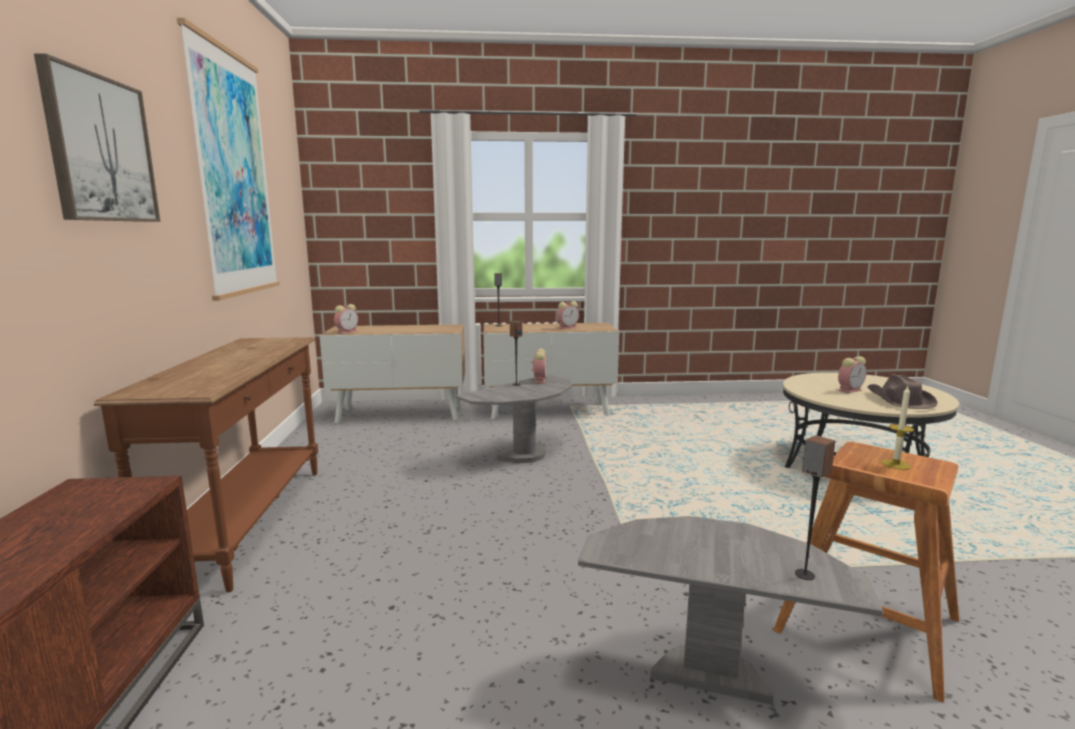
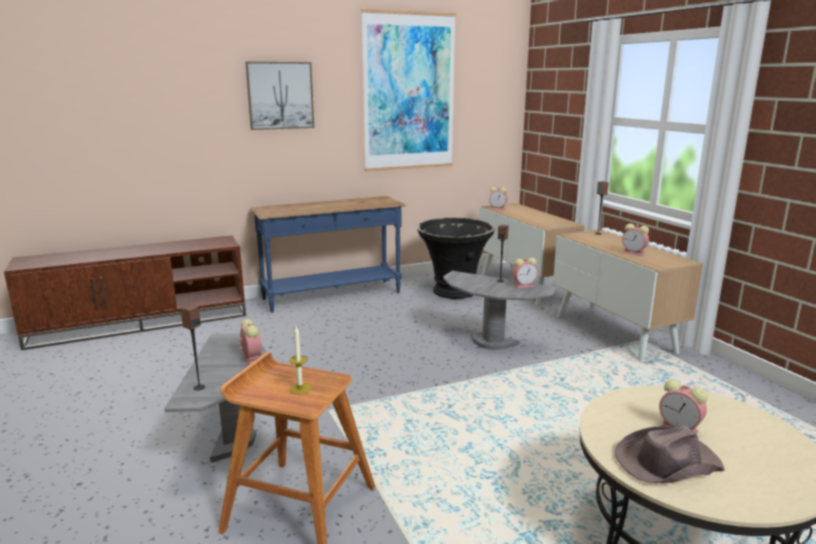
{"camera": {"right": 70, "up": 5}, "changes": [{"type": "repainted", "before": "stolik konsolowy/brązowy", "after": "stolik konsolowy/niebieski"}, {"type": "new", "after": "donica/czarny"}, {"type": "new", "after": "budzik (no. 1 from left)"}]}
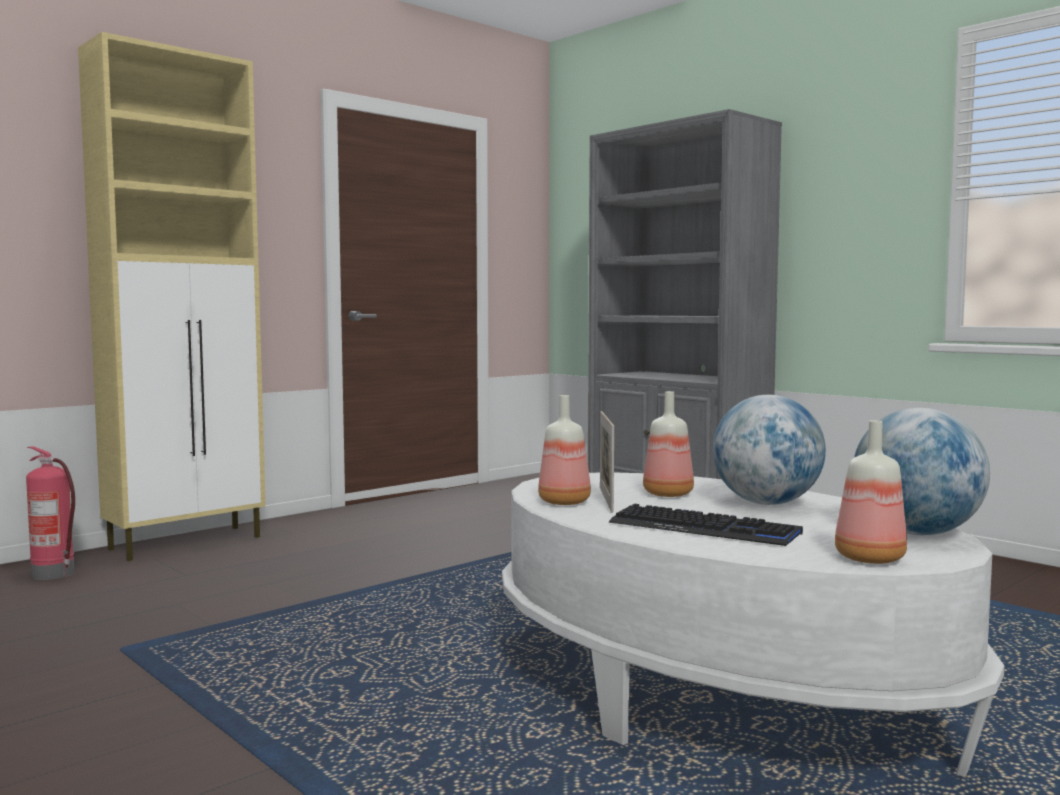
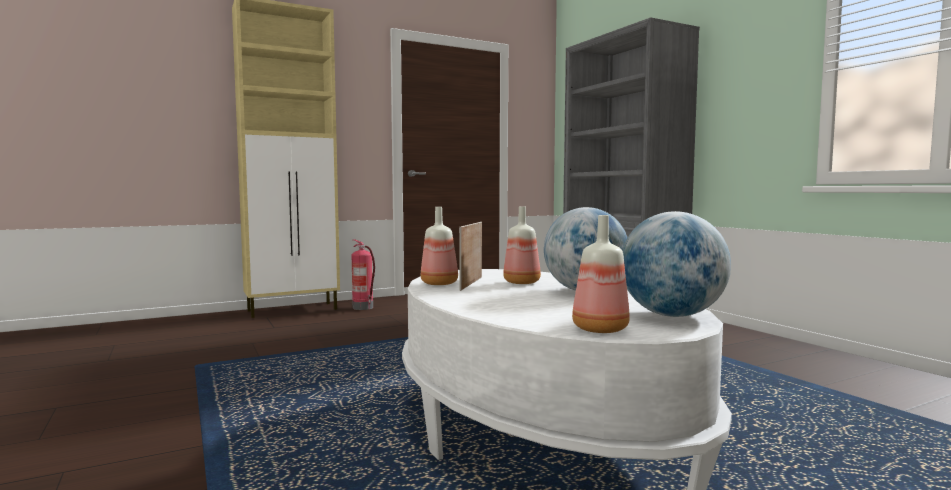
{"camera": {"right": 15, "up": 0}, "changes": [{"type": "shifted", "before": "gaśnica"}, {"type": "gone", "before": "klawiatura"}]}
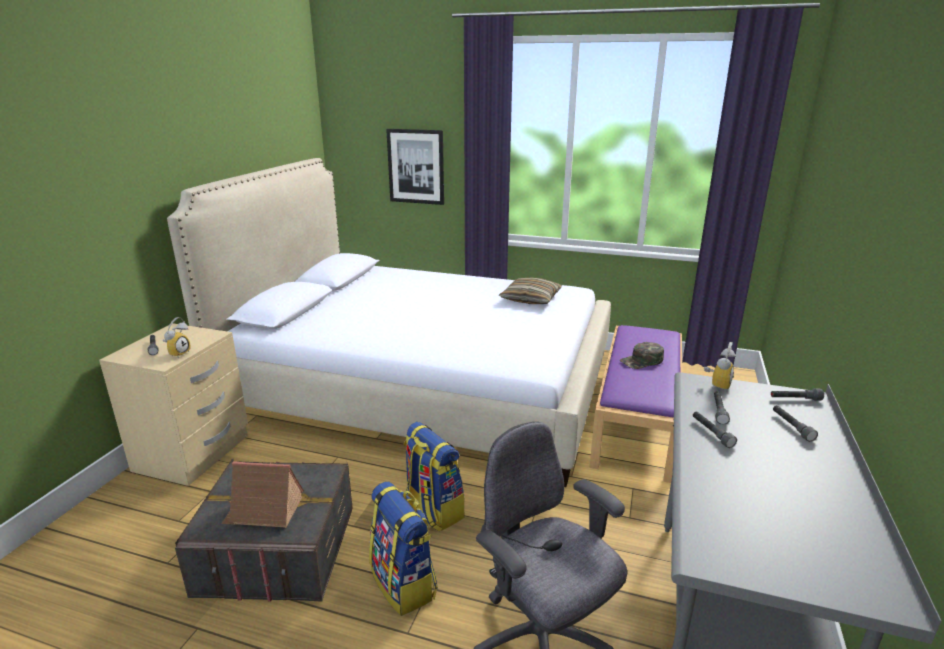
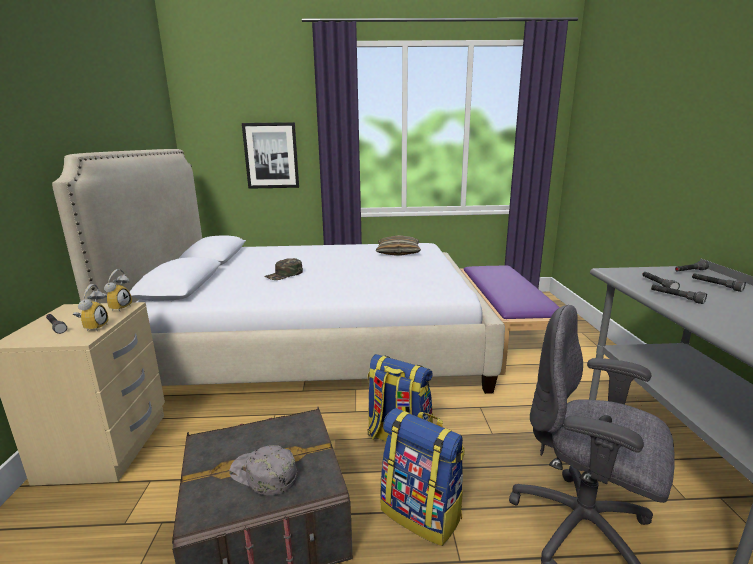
{"camera": {"right": -20, "up": -5}, "changes": [{"type": "shifted", "before": "czapka z daszkiem/zielony"}, {"type": "shifted", "before": "budzik (no. 2 from left)"}, {"type": "swapped", "before": "domek", "after": "czapka z daszkiem/szary"}]}
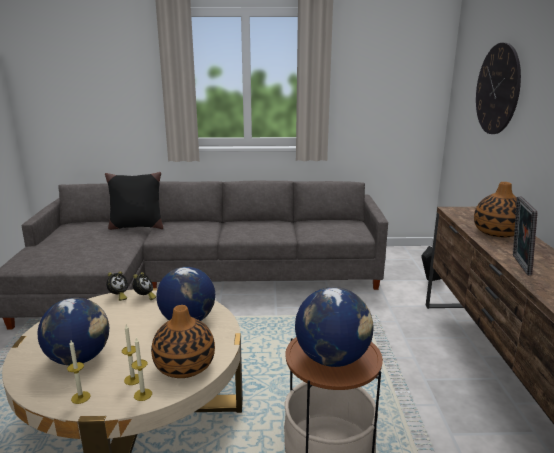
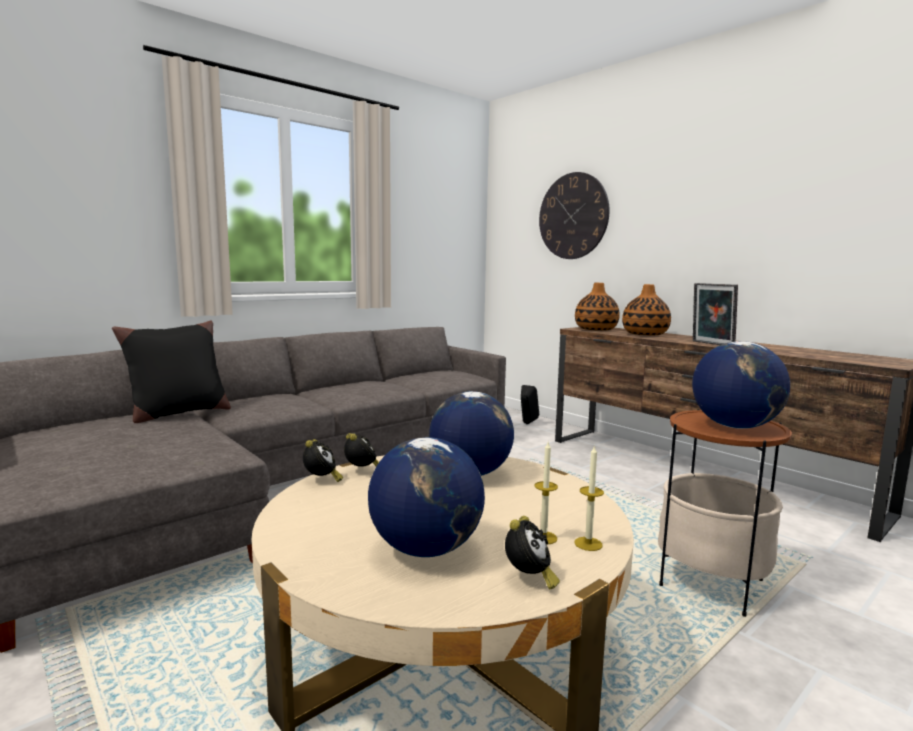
{"camera": {"right": -40, "up": -10}, "changes": [{"type": "shifted", "before": "wazon (no. 1 from left)"}, {"type": "swapped", "before": "świeca (no. 1 from left)", "after": "budzik (no. 3 from left)"}]}
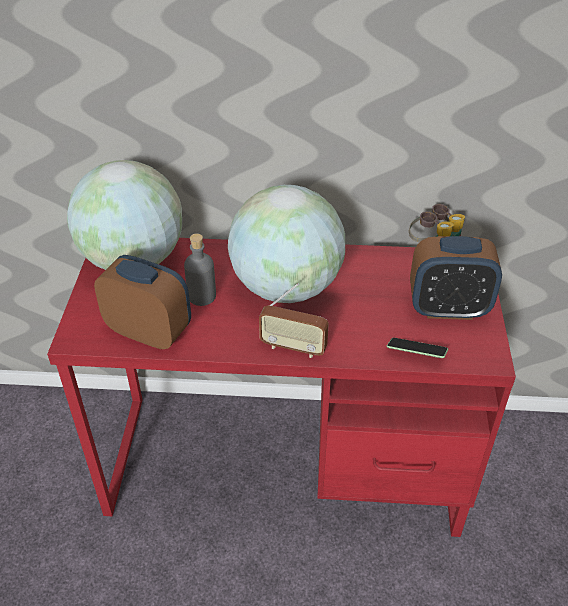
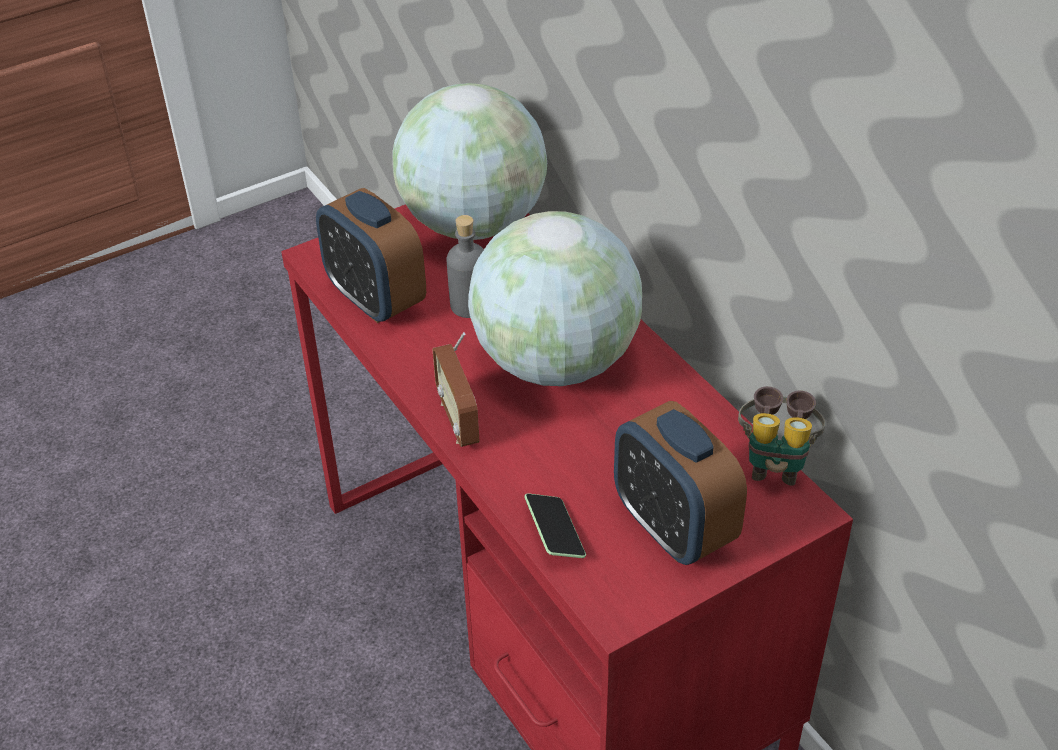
{"camera": {"right": 55, "up": 0}, "changes": [{"type": "rotated", "before": "budzik (no. 1 from left)", "turn": 150}]}
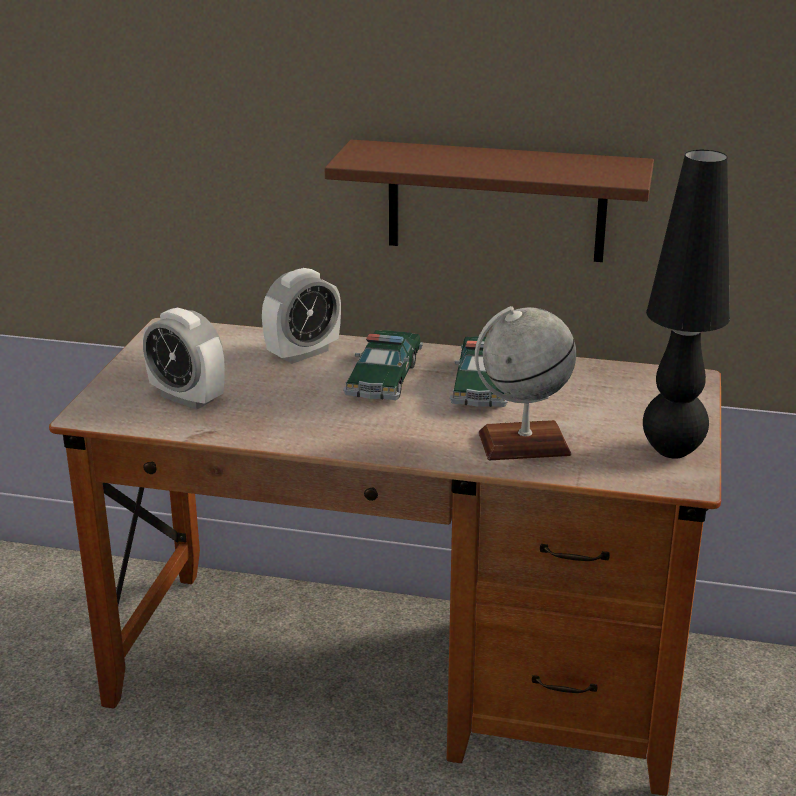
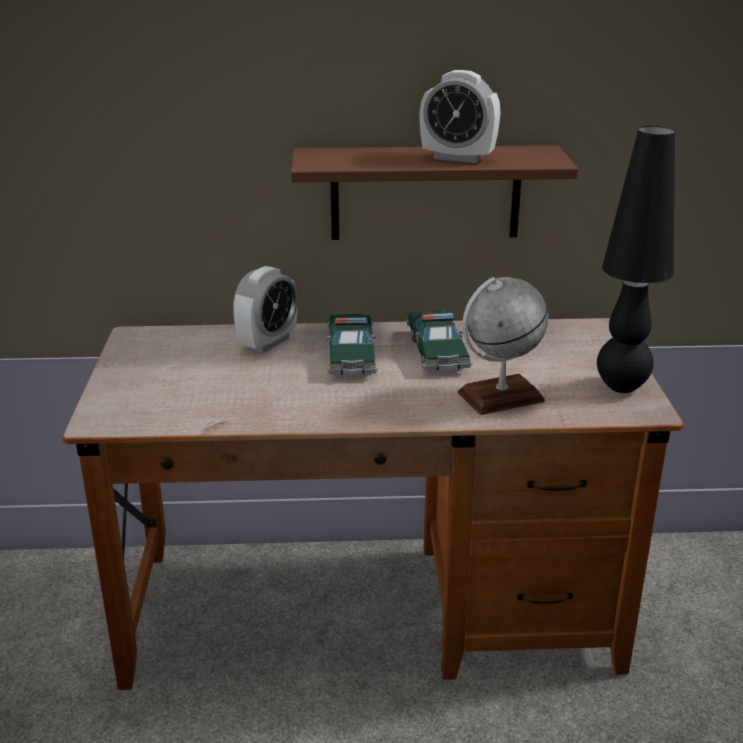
{"camera": {"right": -15, "up": 0}, "changes": [{"type": "shifted", "before": "budzik (no. 1 from left in the first image)", "after": "budzik (no. 2 from left)"}]}
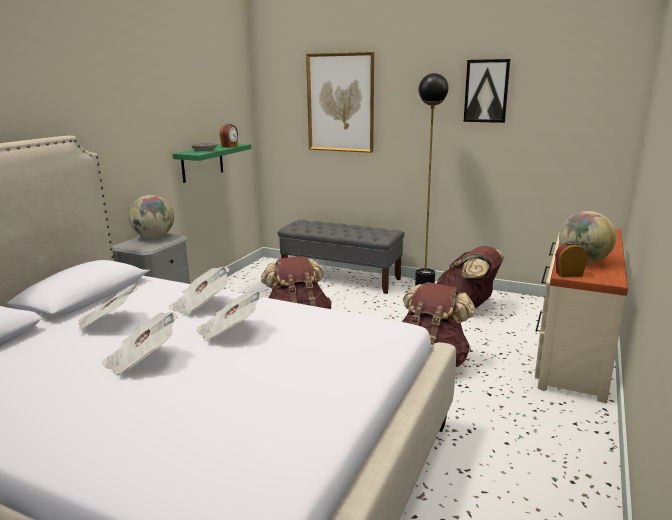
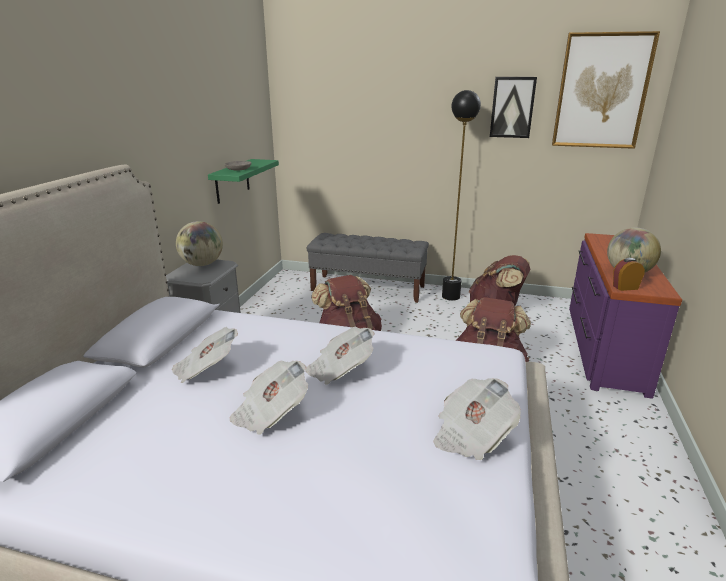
{"camera": {"right": -10, "up": 5}, "changes": [{"type": "shifted", "before": "obraz (no. 1 from left in the first image)", "after": "obraz (no. 2 from left)"}, {"type": "gone", "before": "budzik (no. 1 from left)"}, {"type": "repainted", "before": "komoda/beżowy", "after": "komoda/fioletowy"}, {"type": "shifted", "before": "gazeta (no. 3 from left in the first image)", "after": "gazeta (no. 4 from left)"}]}
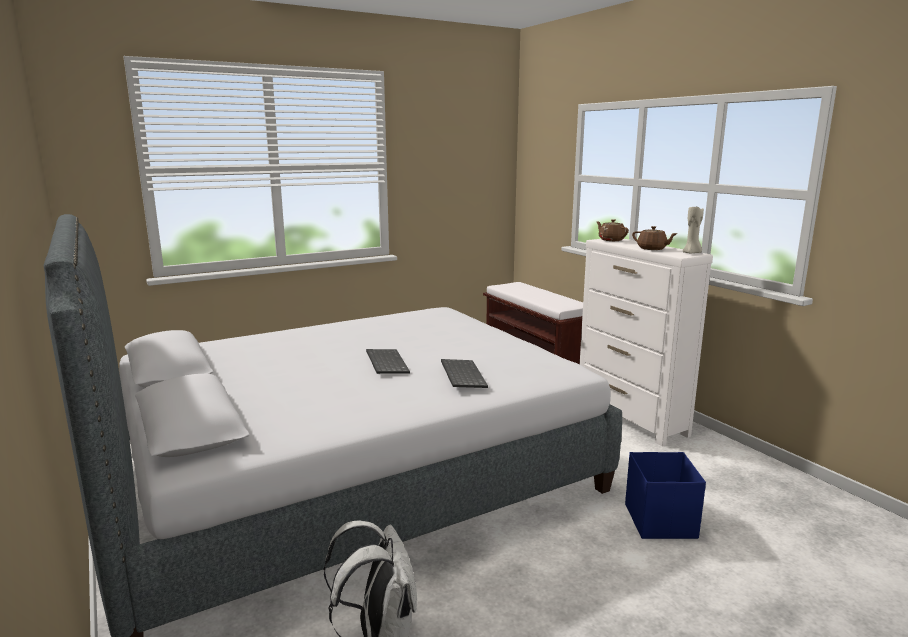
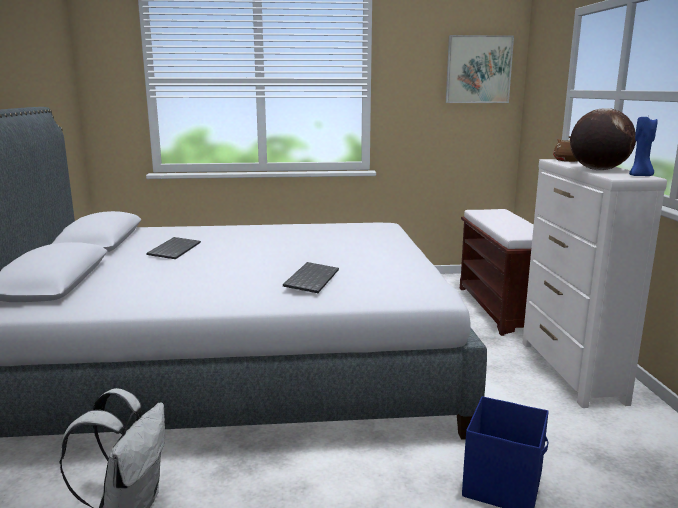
{"camera": {"right": 25, "up": 0}, "changes": [{"type": "repainted", "before": "świeca/beżowy", "after": "świeca/niebieski"}, {"type": "swapped", "before": "imbryk/brązowy (no. 2 from left)", "after": "globus"}, {"type": "shifted", "before": "klawiatura (no. 1 from left)"}, {"type": "new", "after": "obraz"}]}
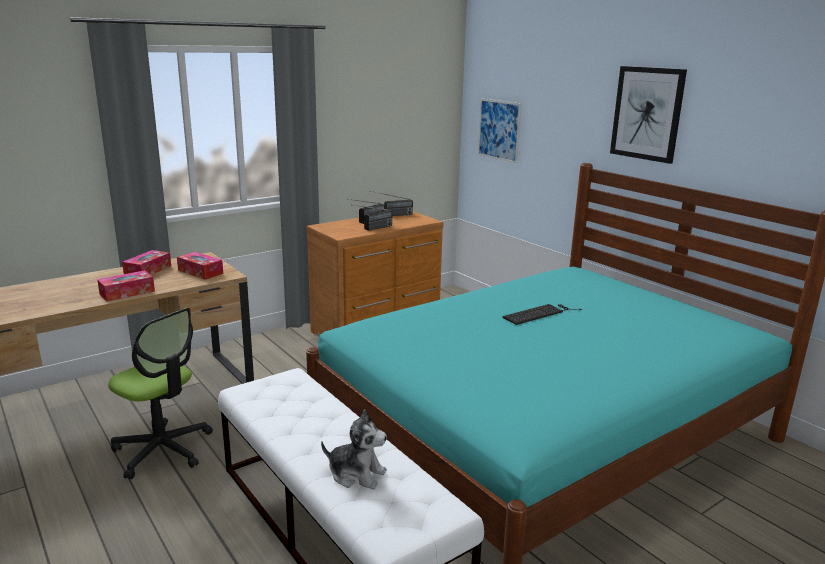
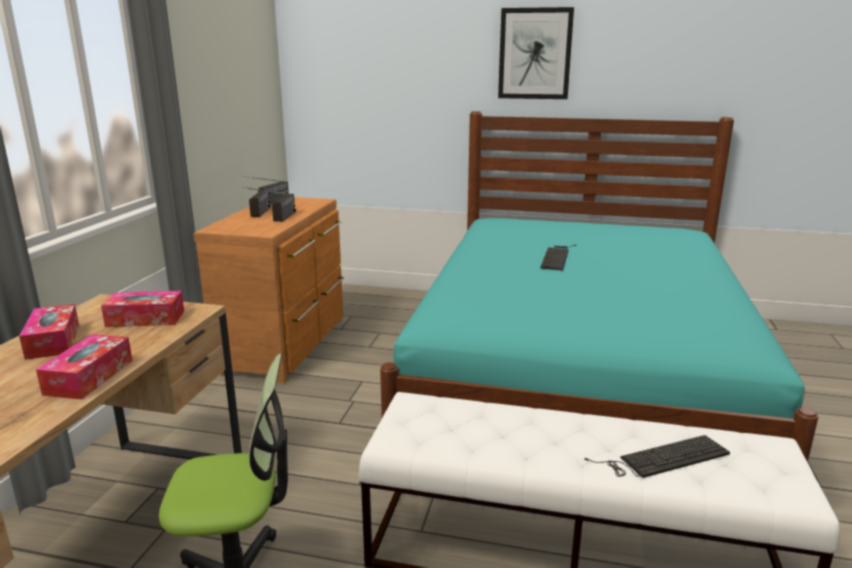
{"camera": {"right": -40, "up": 0}, "changes": [{"type": "gone", "before": "obraz (no. 1 from left)"}, {"type": "swapped", "before": "pluszak", "after": "klawiatura (no. 2 from left)"}]}
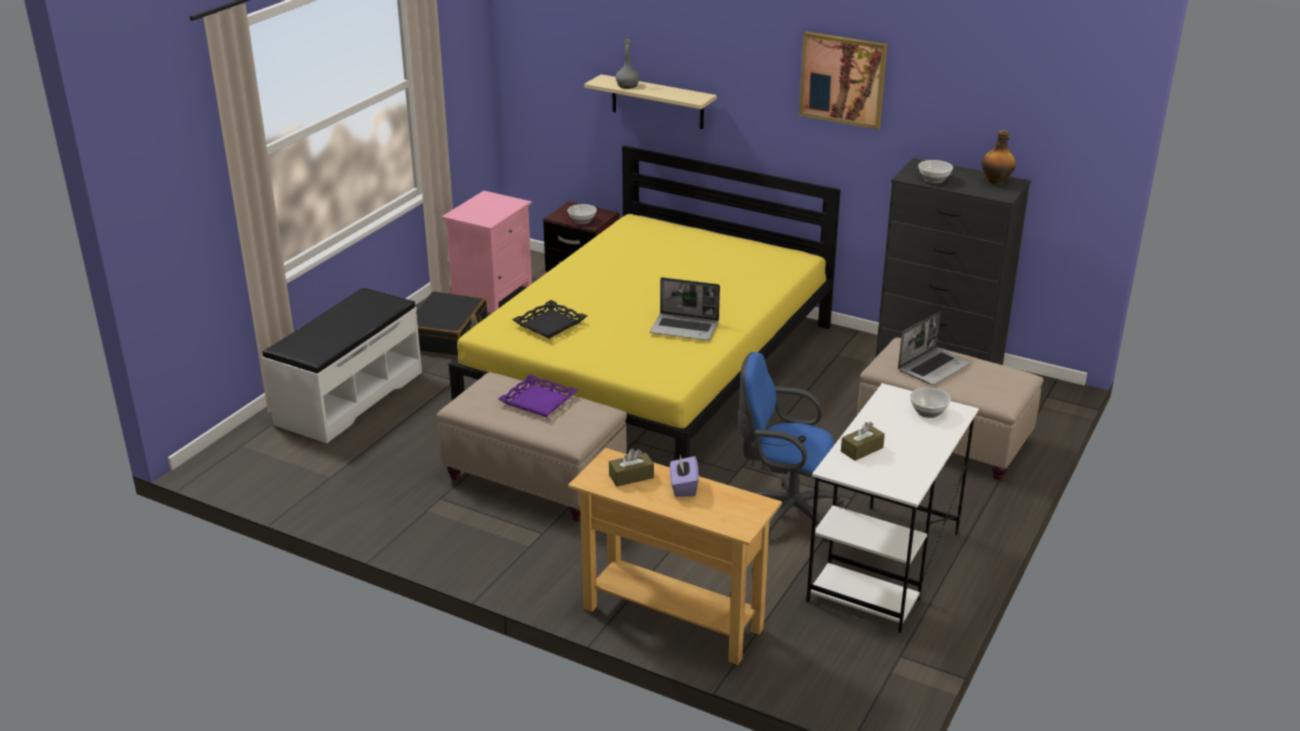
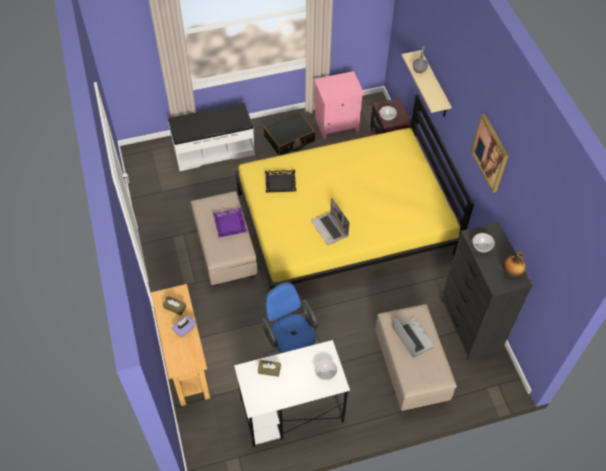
{"camera": {"right": 45, "up": 25}, "changes": [{"type": "rotated", "before": "laptop (no. 2 from left)", "turn": -120}]}
